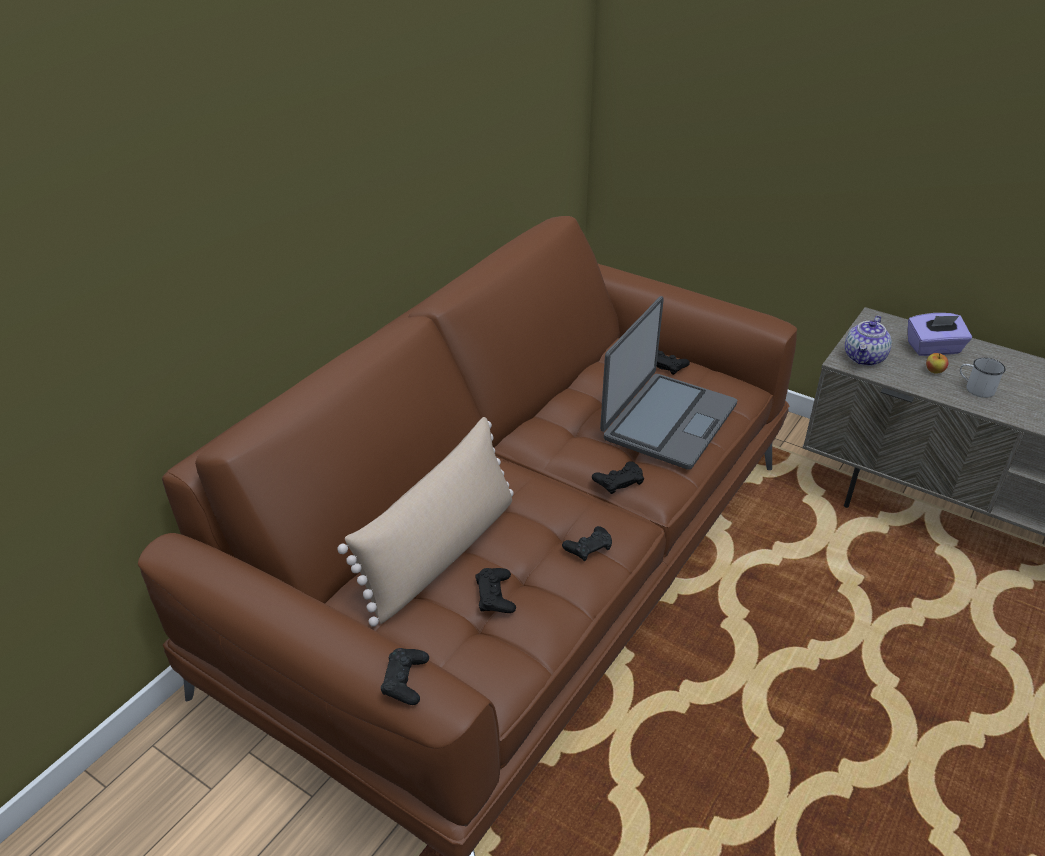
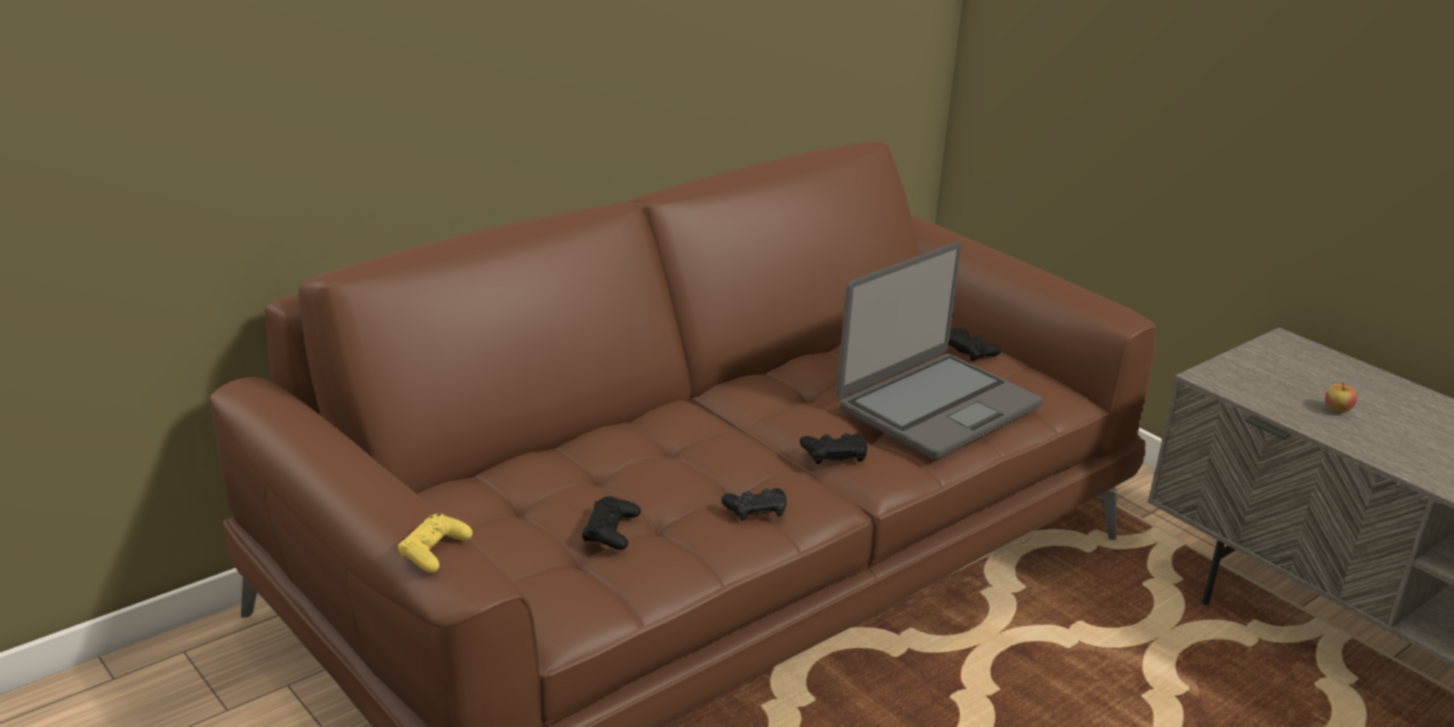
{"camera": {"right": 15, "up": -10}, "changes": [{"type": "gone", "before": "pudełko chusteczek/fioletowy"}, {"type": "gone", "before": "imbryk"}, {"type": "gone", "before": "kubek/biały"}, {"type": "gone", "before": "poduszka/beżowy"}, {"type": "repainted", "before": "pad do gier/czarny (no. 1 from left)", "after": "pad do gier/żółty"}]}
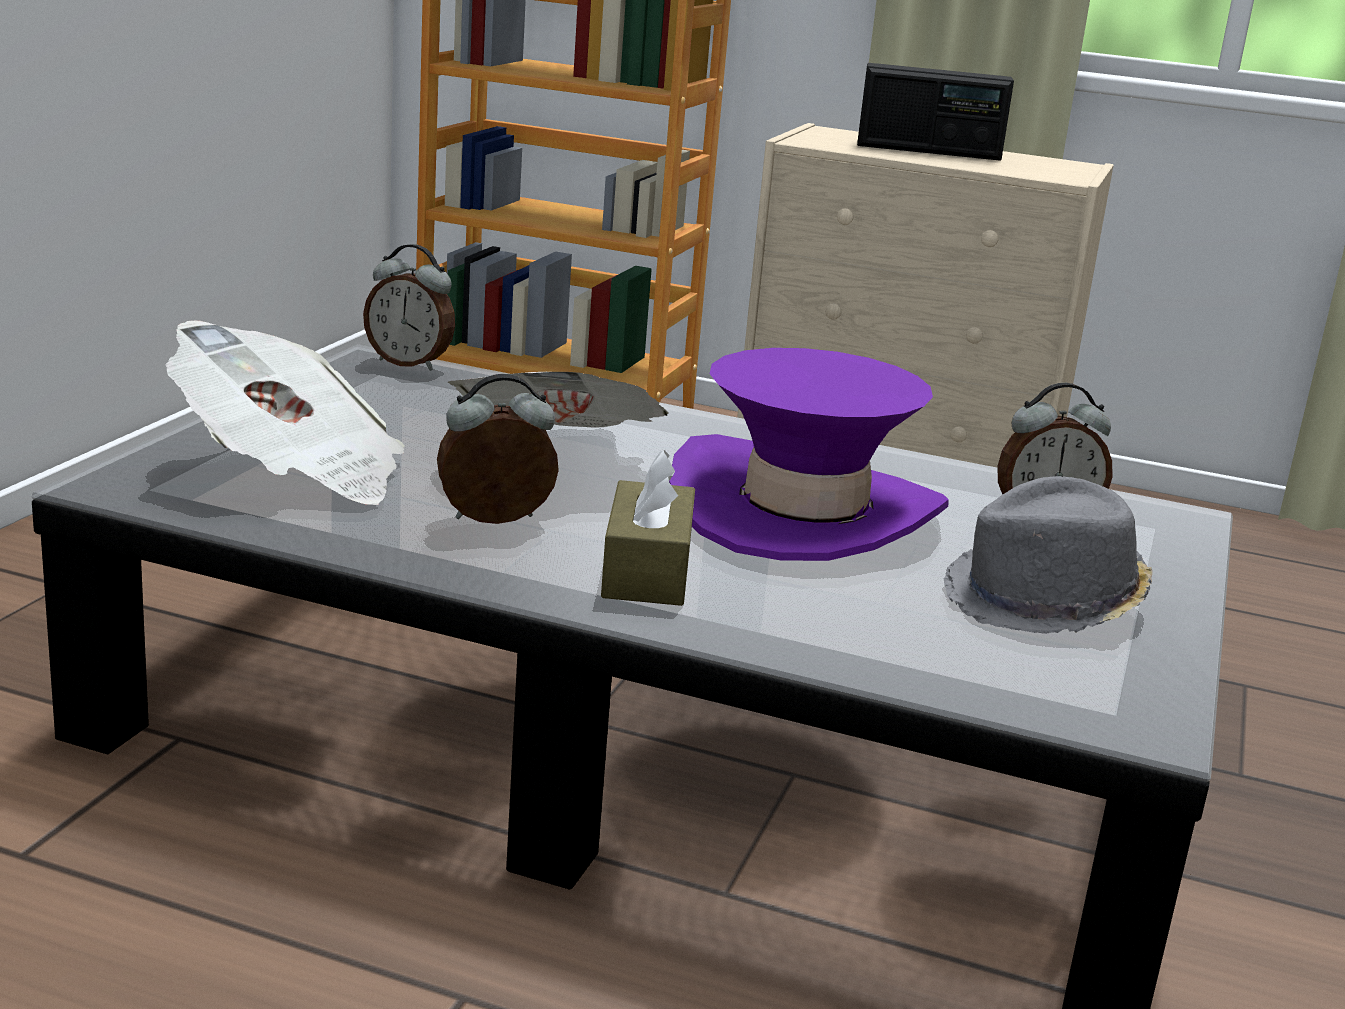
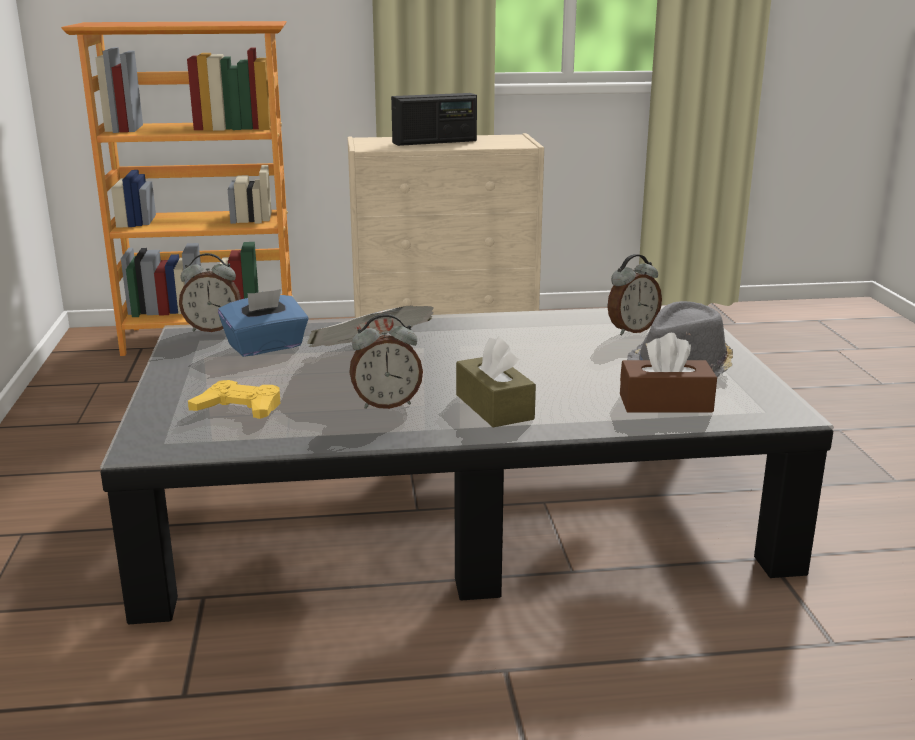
{"camera": {"right": -25, "up": 0}, "changes": [{"type": "swapped", "before": "gazeta (no. 1 from left)", "after": "pad do gier/żółty"}, {"type": "gone", "before": "kapelusz/fioletowy"}, {"type": "rotated", "before": "budzik (no. 2 from left)", "turn": -150}, {"type": "new", "after": "pudełko chusteczek/niebieski"}, {"type": "new", "after": "pudełko chusteczek/brązowy (no. 2 from left)"}]}
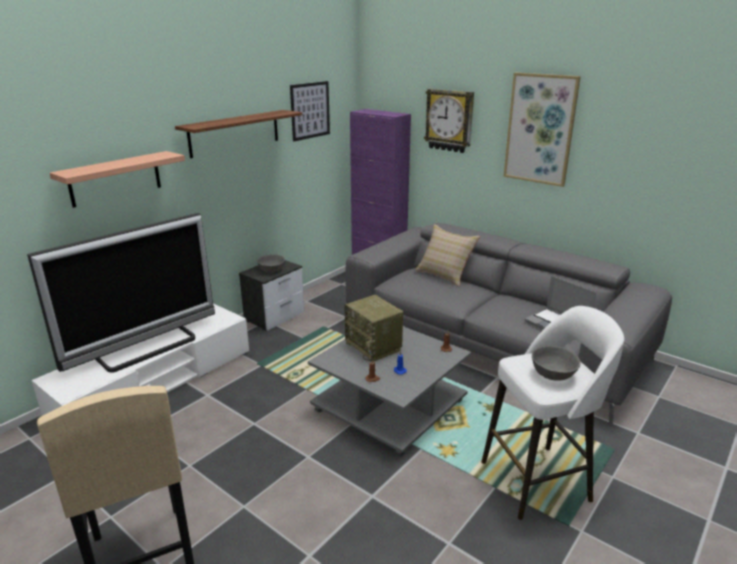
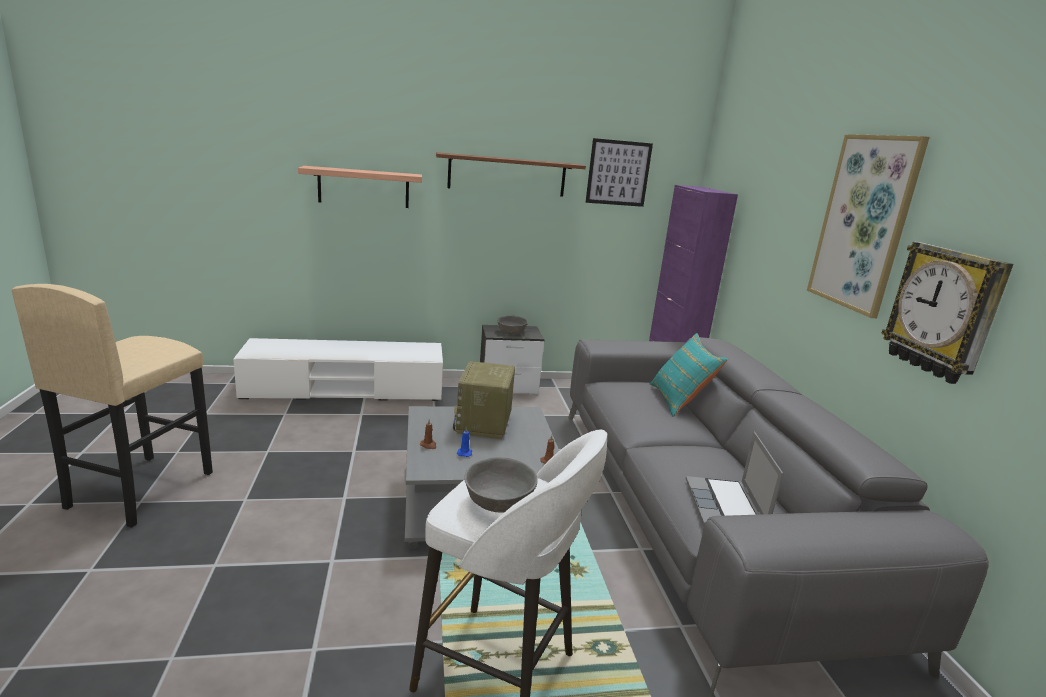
{"camera": {"right": 40, "up": -5}, "changes": [{"type": "shifted", "before": "zegar ścienny"}, {"type": "gone", "before": "telewizor"}, {"type": "repainted", "before": "poduszka/beżowy", "after": "poduszka/turkusowy"}]}
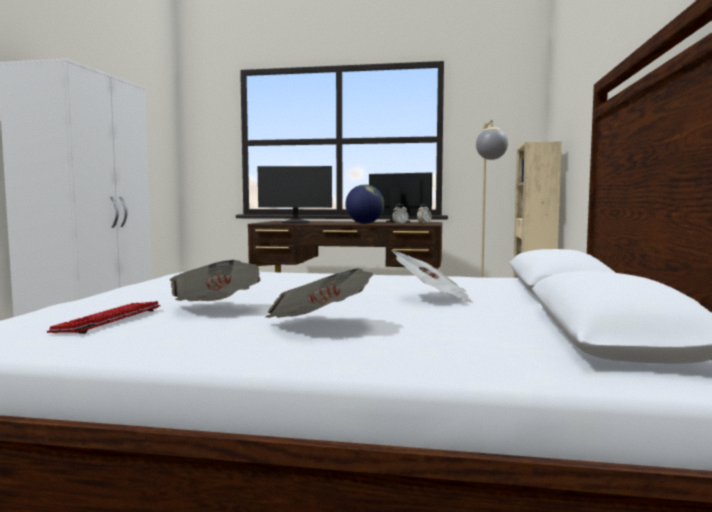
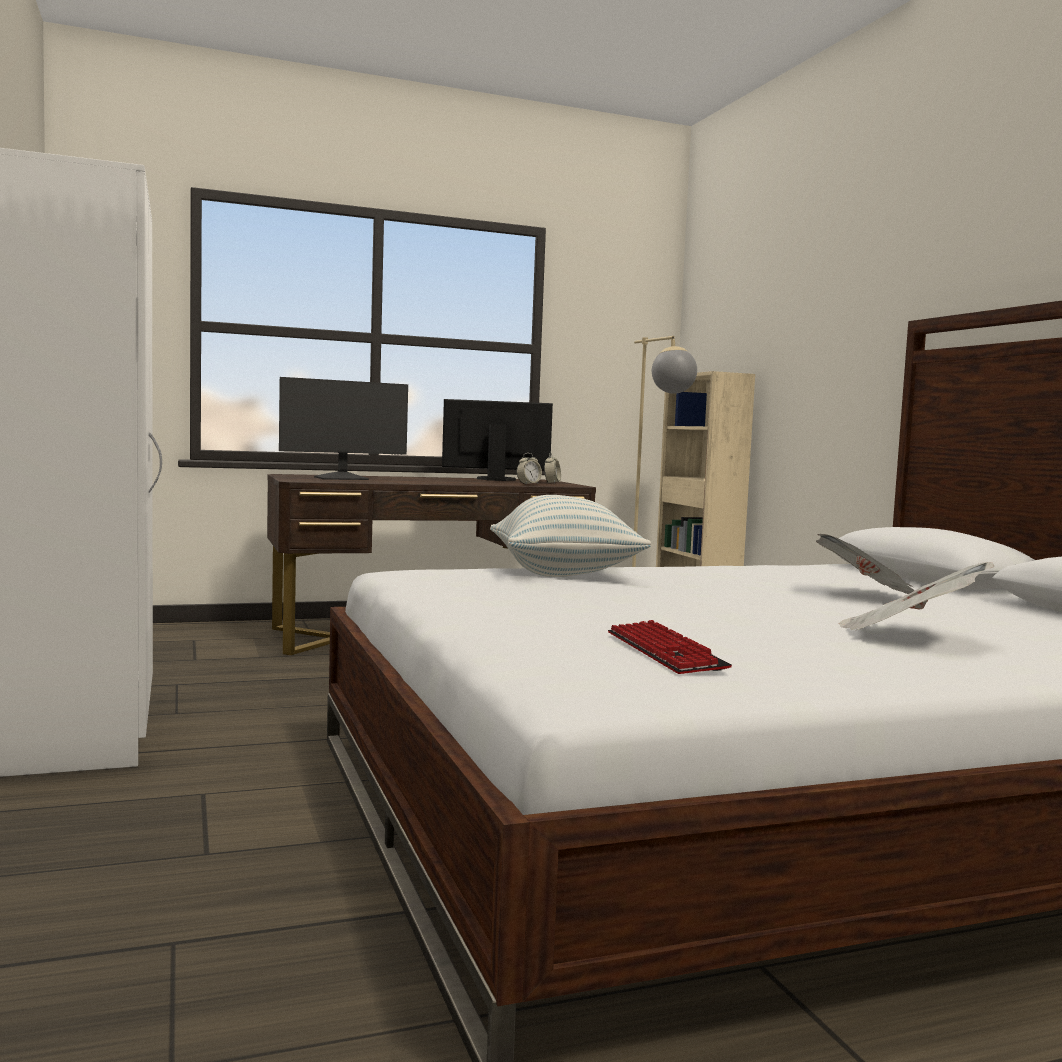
{"camera": {"right": -30, "up": 0}, "changes": [{"type": "gone", "before": "globus"}, {"type": "gone", "before": "gazeta (no. 1 from left)"}, {"type": "new", "after": "poduszka"}]}
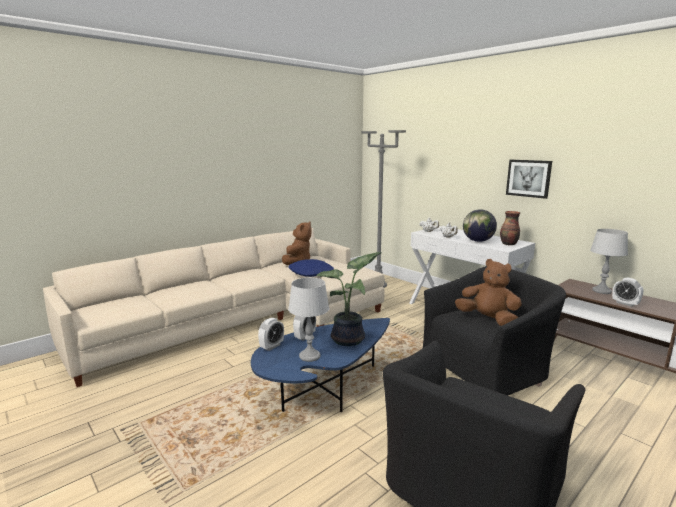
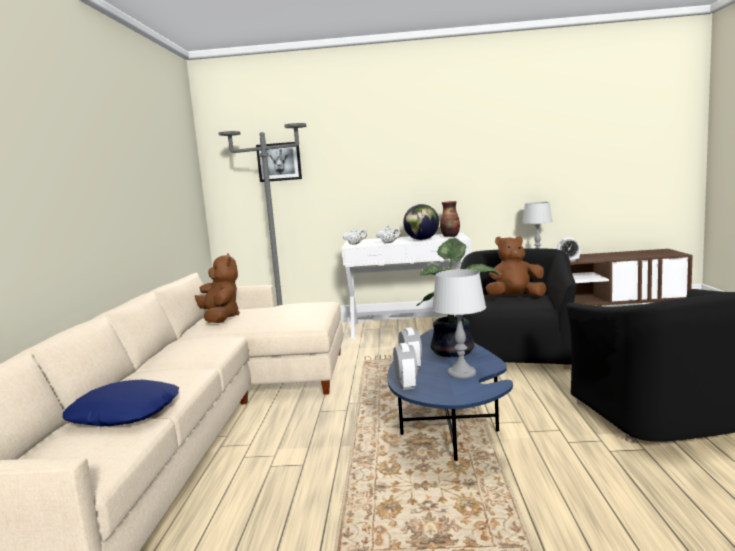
{"camera": {"right": -45, "up": -5}, "changes": [{"type": "shifted", "before": "obraz"}, {"type": "shifted", "before": "poduszka/niebieski"}]}
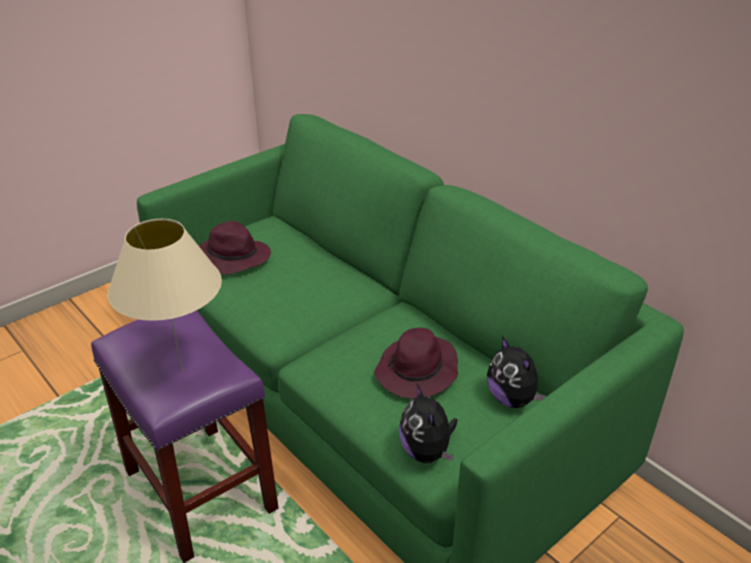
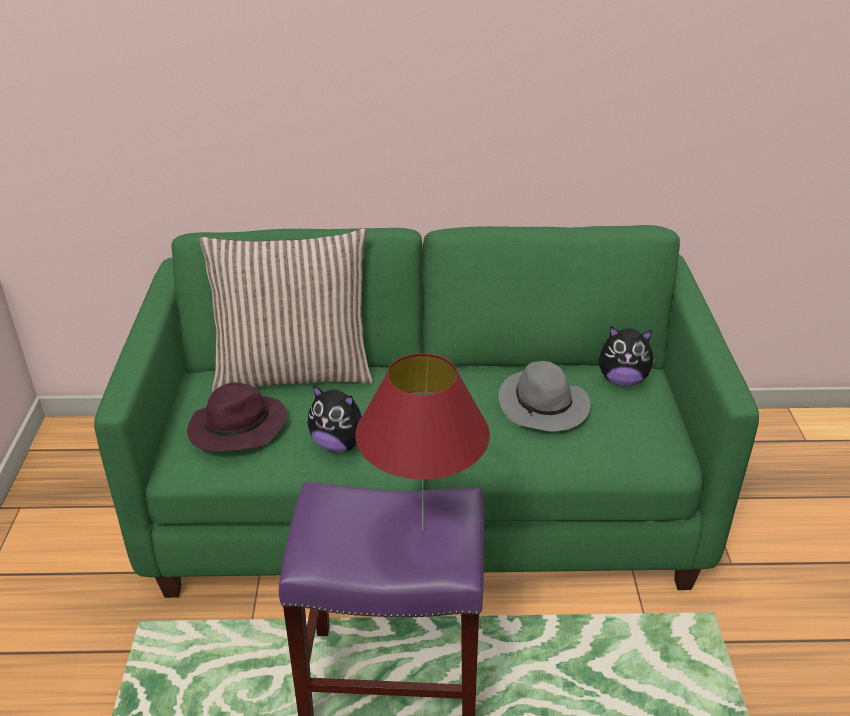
{"camera": {"right": -50, "up": 0}, "changes": [{"type": "repainted", "before": "lampa stołowa/beżowy", "after": "lampa stołowa/czerwony"}, {"type": "repainted", "before": "kapelusz/fioletowy (no. 2 from left)", "after": "kapelusz/szary"}, {"type": "shifted", "before": "pluszak (no. 1 from left)"}, {"type": "new", "after": "poduszka"}]}
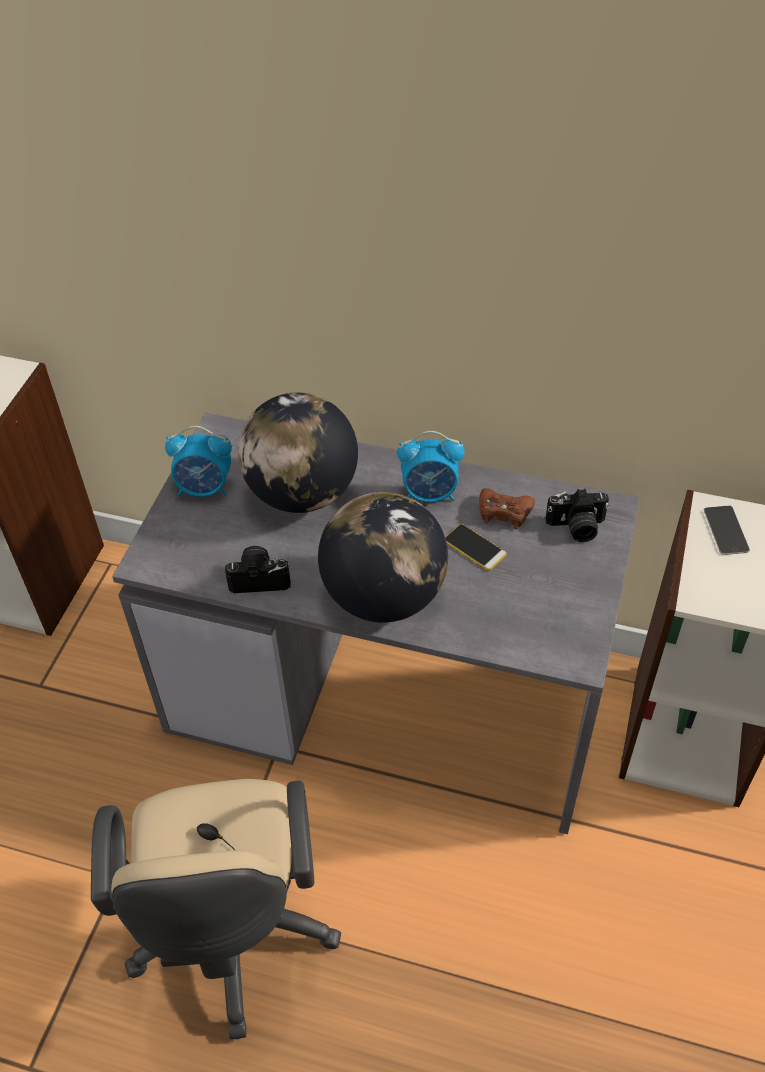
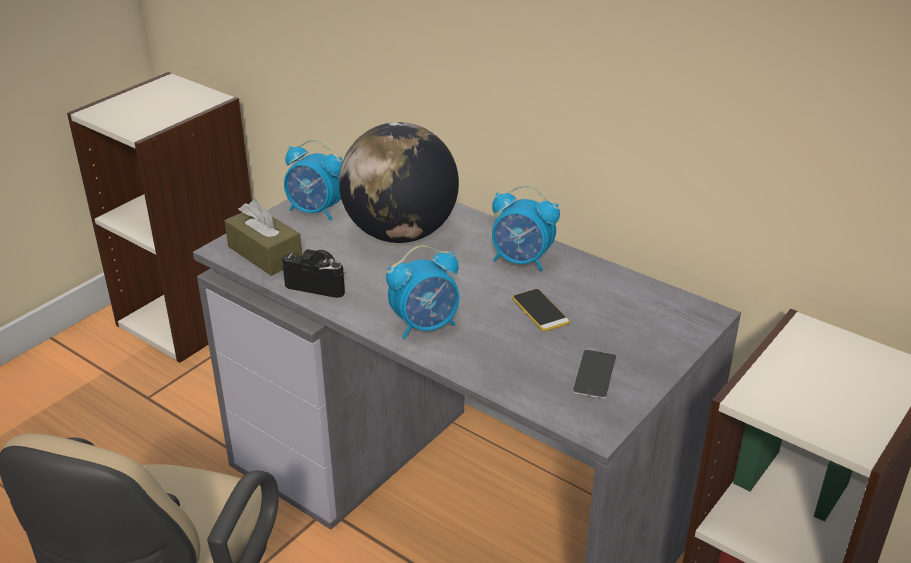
{"camera": {"right": 20, "up": -15}, "changes": [{"type": "gone", "before": "pad do gier/brązowy"}, {"type": "gone", "before": "aparat fotograficzny (no. 2 from left)"}, {"type": "swapped", "before": "globus (no. 2 from left)", "after": "budzik (no. 2 from left)"}, {"type": "shifted", "before": "telefon (no. 2 from left)"}, {"type": "new", "after": "pudełko chusteczek/brązowy"}]}
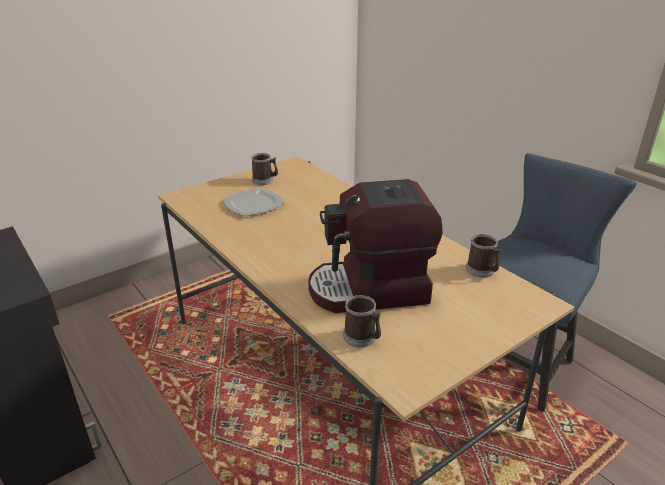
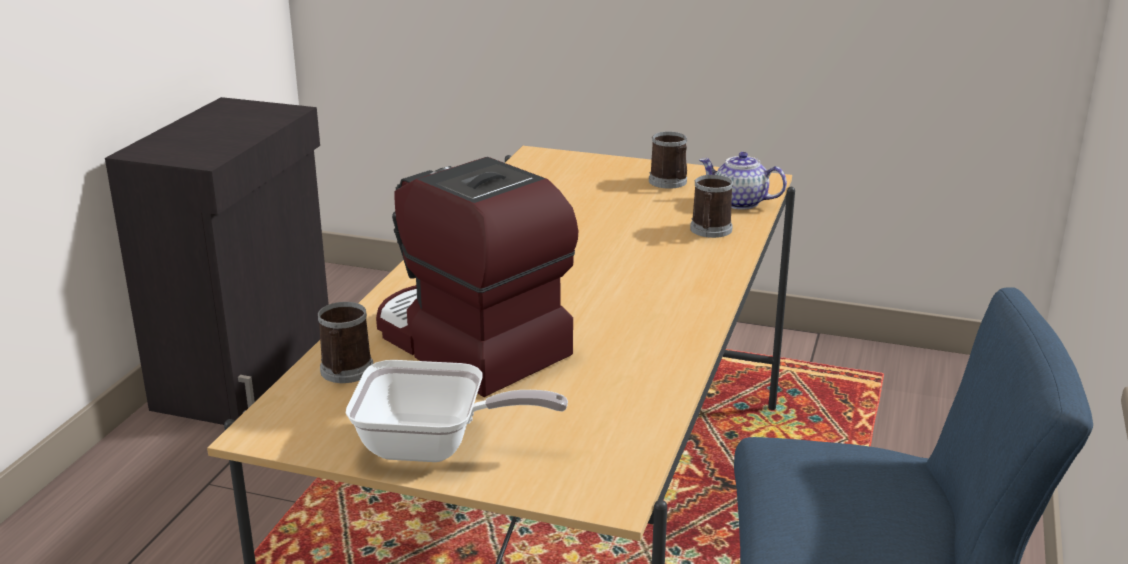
{"camera": {"right": 55, "up": -5}, "changes": [{"type": "gone", "before": "talerz"}, {"type": "shifted", "before": "kubek (no. 3 from left)"}, {"type": "new", "after": "imbryk"}, {"type": "new", "after": "patelnia"}]}
